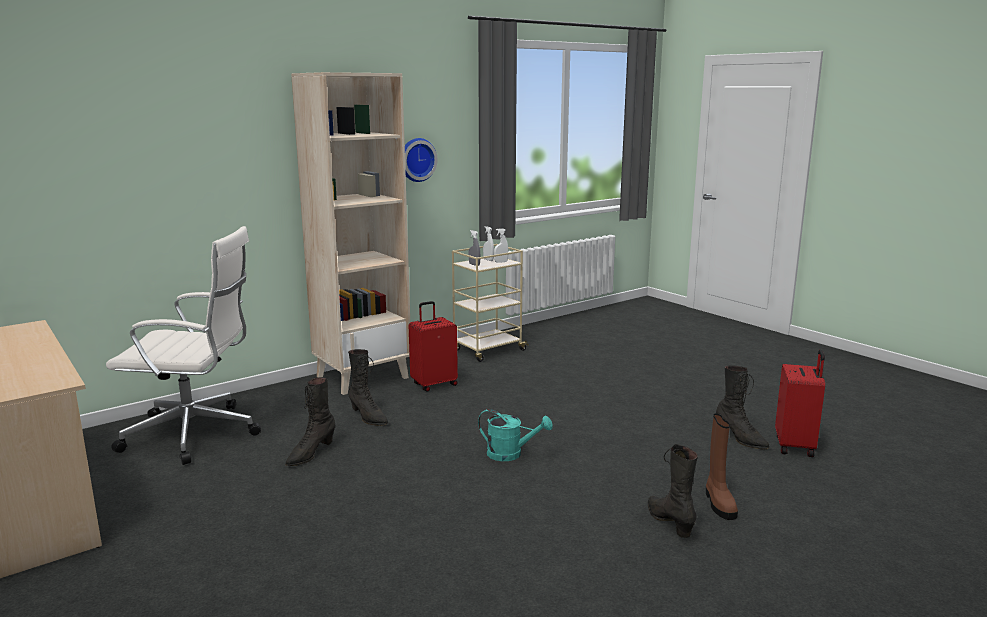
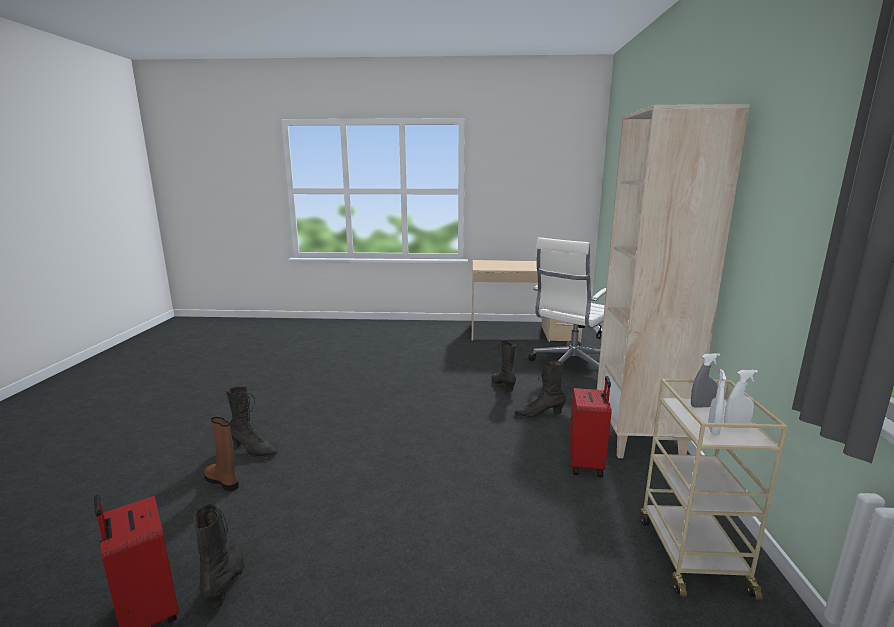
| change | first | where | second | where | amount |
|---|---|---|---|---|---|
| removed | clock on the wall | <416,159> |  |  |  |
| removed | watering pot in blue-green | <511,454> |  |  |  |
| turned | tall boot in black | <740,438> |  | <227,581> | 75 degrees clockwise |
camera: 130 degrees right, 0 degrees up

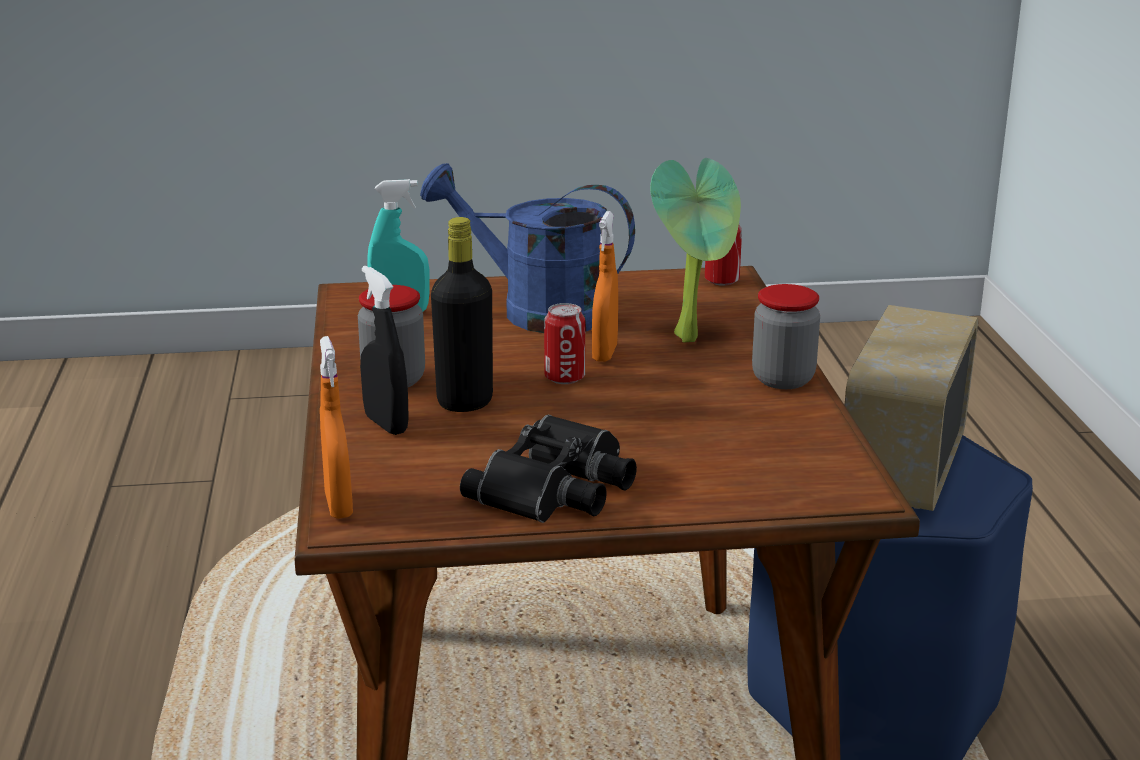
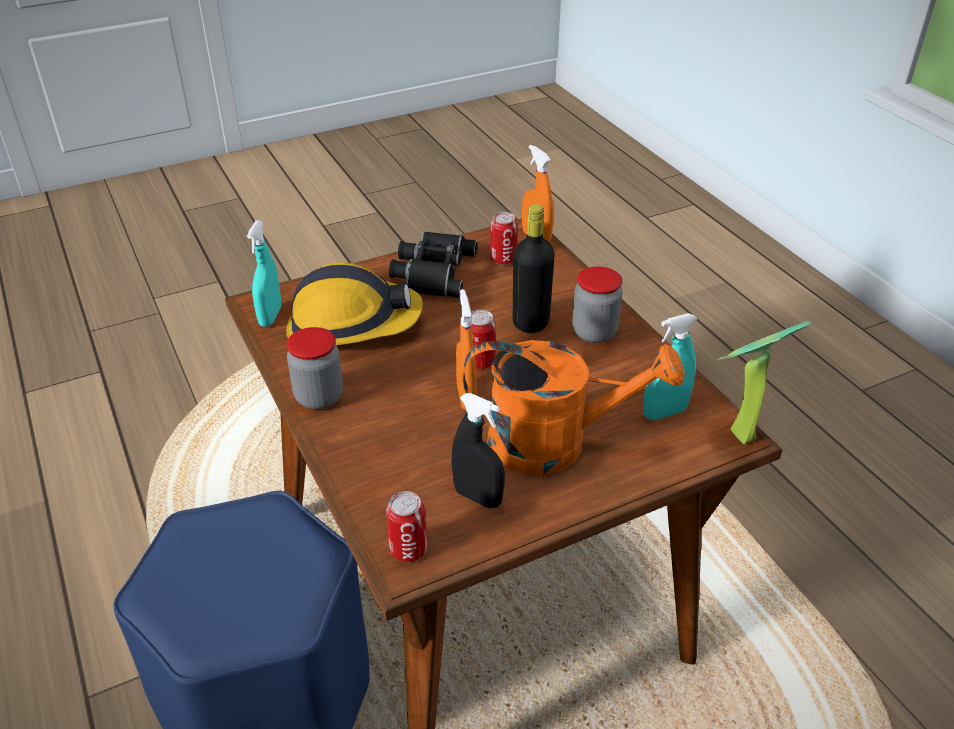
| change | first | where | second | where | amount |
|---|---|---|---|---|---|
| removed | radio set | <900,470> |  |  |  |
| added |  |  | hand sprayer in blue-green | <270,317> |  |
| added |  |  | safety helmet | <352,324> |  |
| added |  |  | can | <503,259> |  |
| moved | hand sprayer in black | <386,424> |  | <478,497> |  |
| moved | houseplant | <693,338> |  | <736,435> |  |
| recoloured | watering pot in bluish | <536,311> | watering pot in orange | <555,443> |  |
camera: 160 degrees right, 15 degrees up

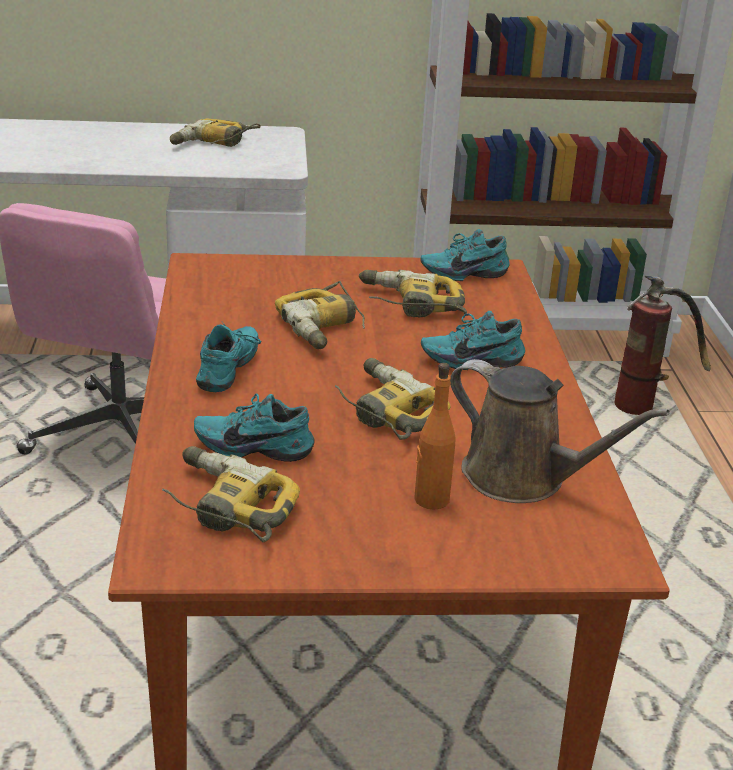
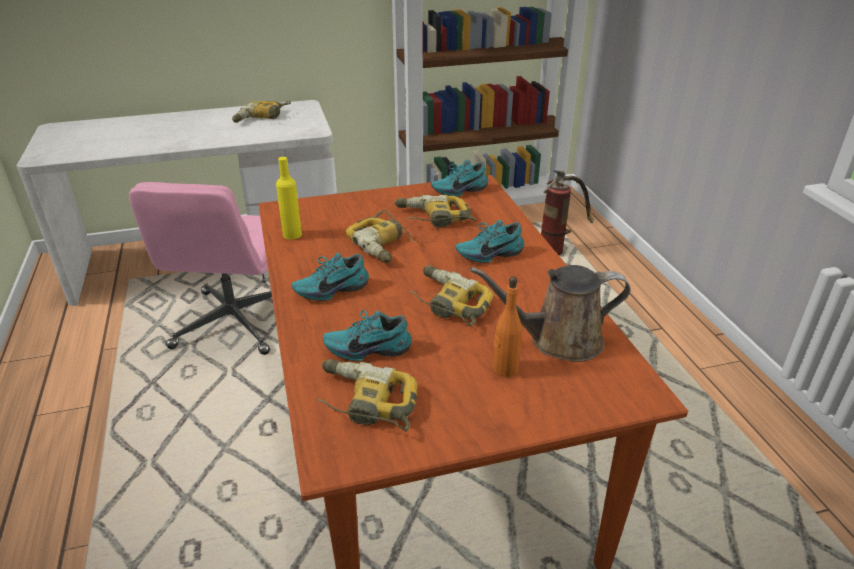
| change | first | where | second | where | amount |
|---|---|---|---|---|---|
| added |  |  | beverage bottle in yellow | <292,234> |  |
| turned | low shoe in blue-green | <231,371> |  | <331,289> | 120 degrees counterclockwise |
| turned | watering pot in brownish | <522,478> |  | <558,340> | 150 degrees clockwise |
camera: 10 degrees left, 5 degrees up

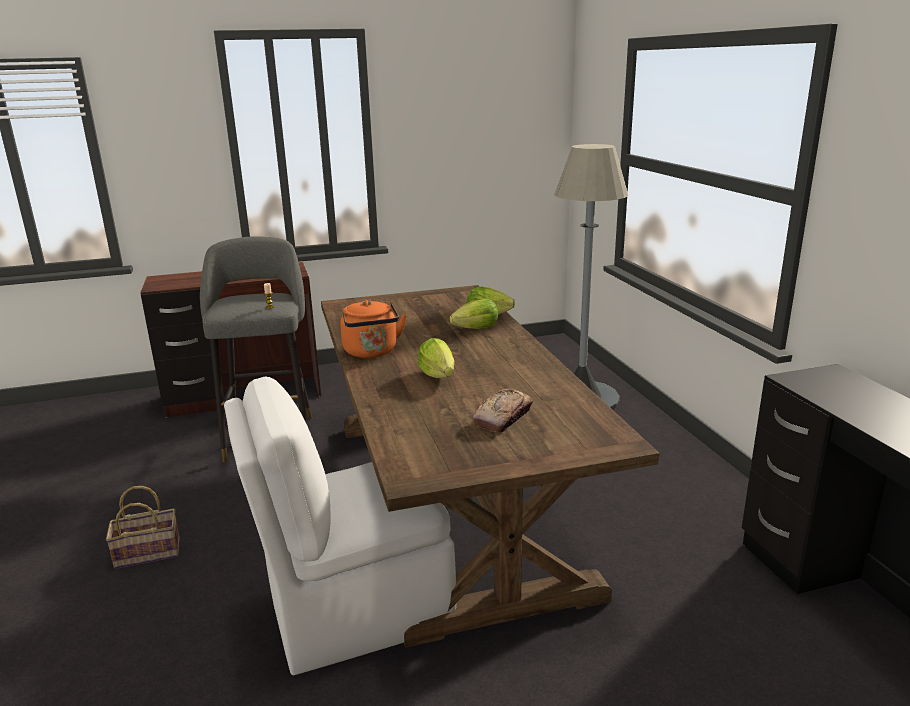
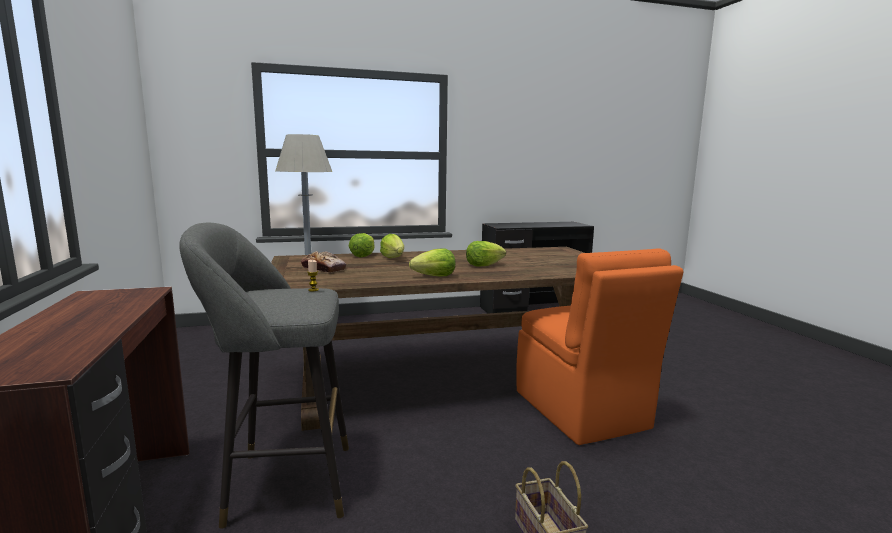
| change | first | where | second | where | amount |
|---|---|---|---|---|---|
| moved | baked bread | <503,417> |  | <323,269> |  |
| replaced | tea kettle in orange | <372,352> | lettuce head | <435,277> |  |
| recoloured | plain chair in white-coloured | <354,610> | plain chair in orange | <582,411> |  |
camera: 90 degrees left, 10 degrees down

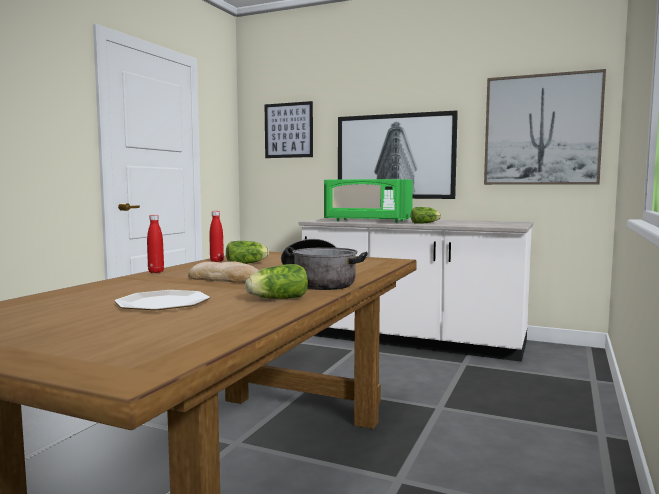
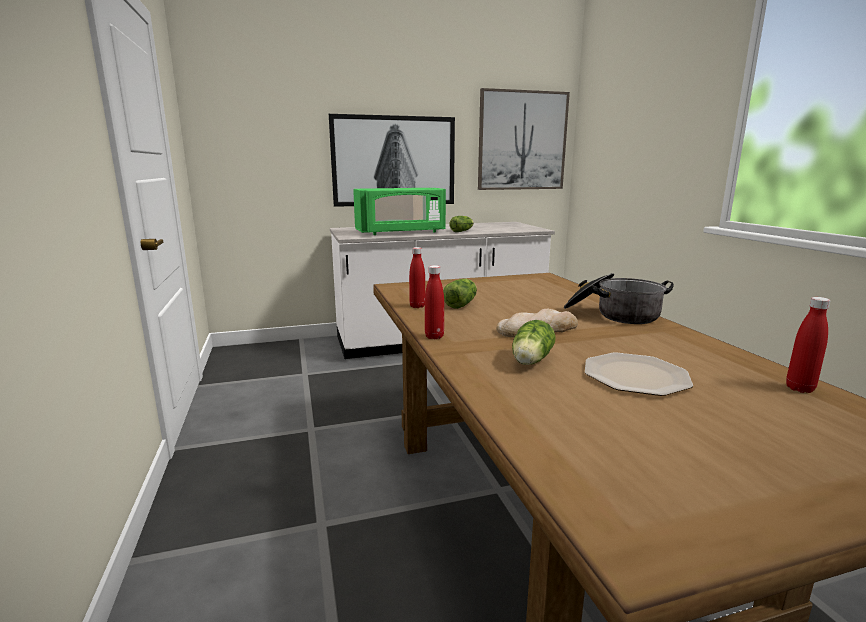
| change | first | where | second | where | amount |
|---|---|---|---|---|---|
| removed | wall art | <288,130> |  |  |  |
| added |  |  | beverage bottle in reddish | <799,388> |  |
| moved | lettuce head | <276,299> |  | <530,361> |  |
camera: 40 degrees left, 10 degrees up

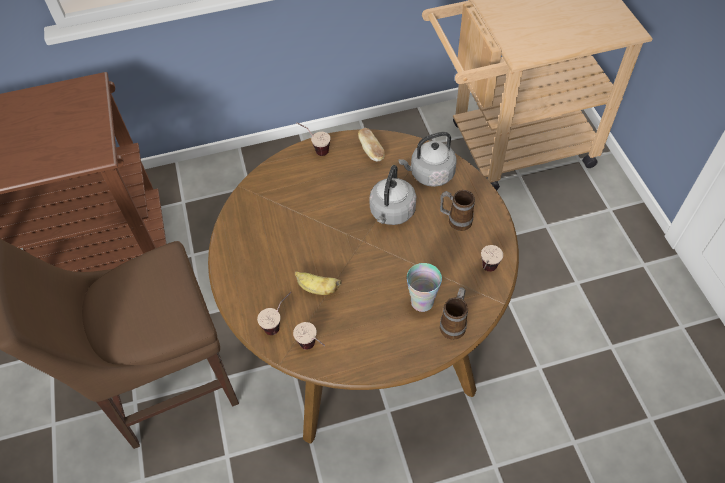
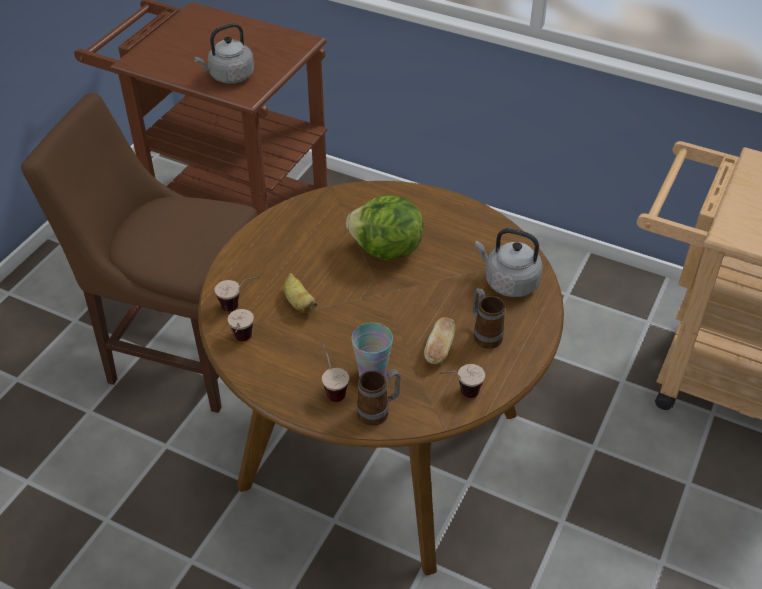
| change | first | where | second | where | amount |
|---|---|---|---|---|---|
| added |  |  | lettuce head | <386,250> |  |
| moved | small cup | <315,149> |  | <332,387> |  |
| moved | baked bread | <371,150> |  | <439,349> |  |
| moved | tea kettle in greyish | <391,213> |  | <229,76> |  |
camera: 40 degrees right, 10 degrees down

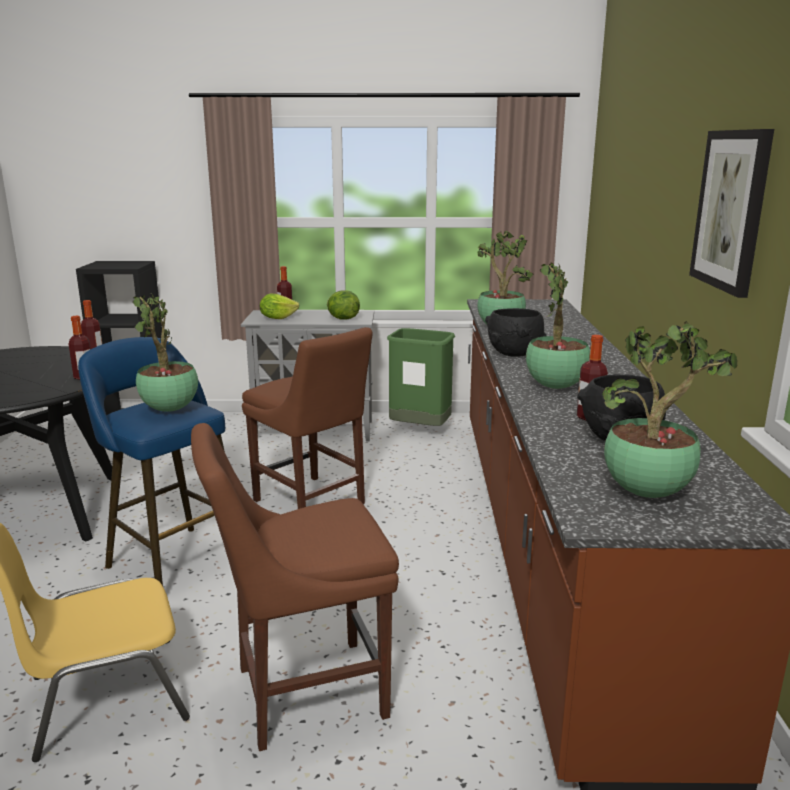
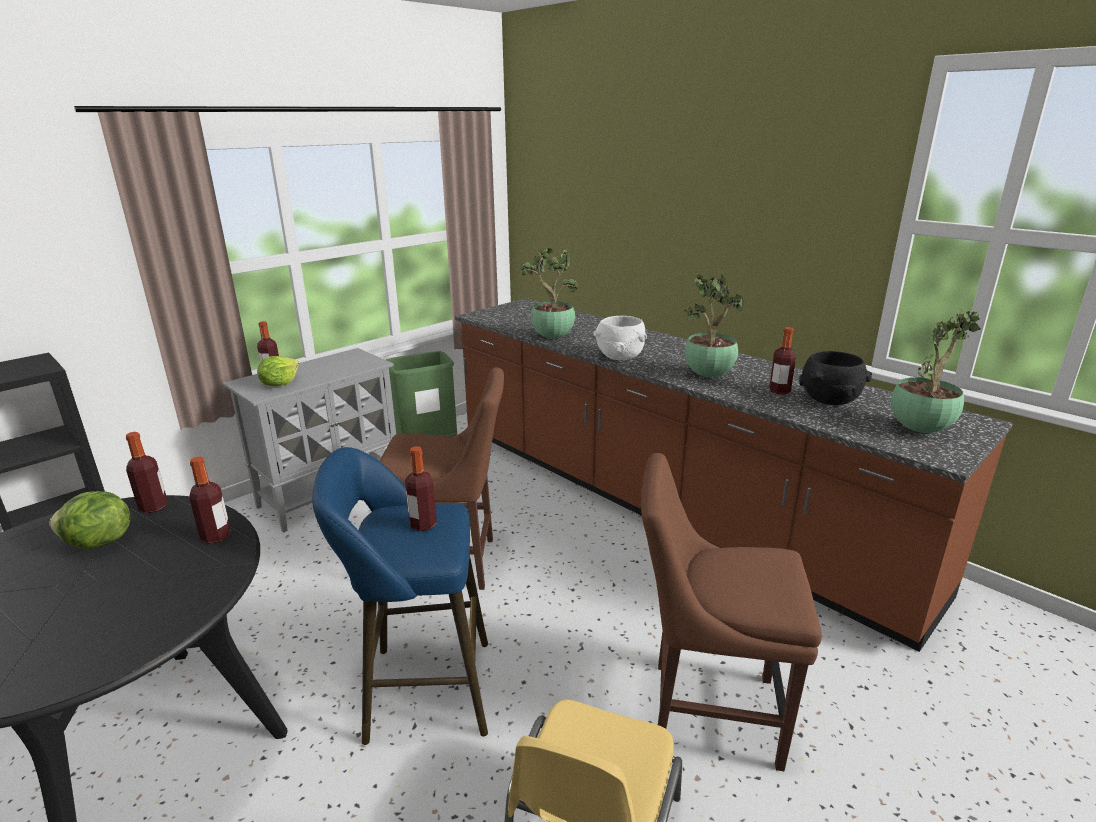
| change | first | where | second | where | amount |
|---|---|---|---|---|---|
| removed | wall art | <731,210> |  |  |  |
| moved | lettuce head | <342,319> |  | <98,543> |  |
| replaced | houseplant | <169,410> | beverage bottle | <423,524> |  |
| recoloured | bowl in black | <514,354> | bowl in white-coloured | <620,357> |  |
| turned | plain chair in brownish | <302,693> |  | <706,710> | 75 degrees clockwise |
camera: 45 degrees left, 5 degrees up

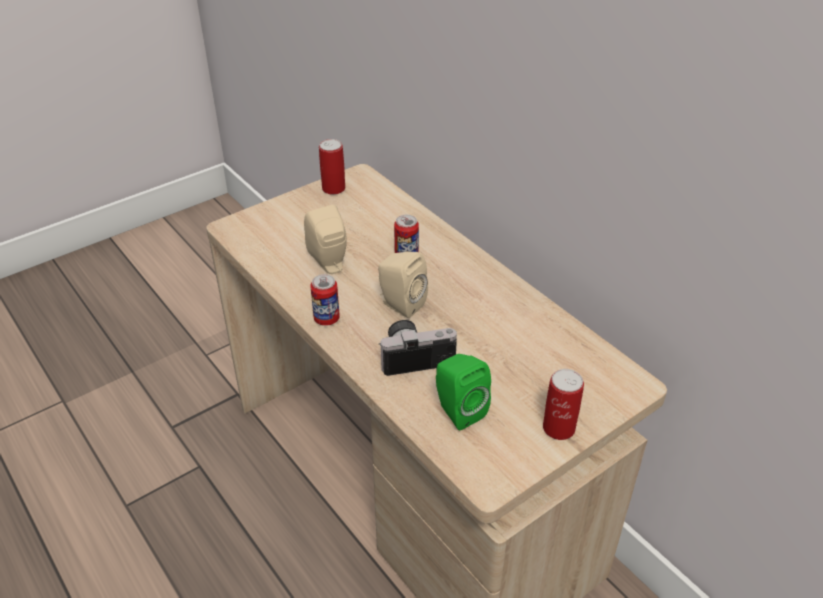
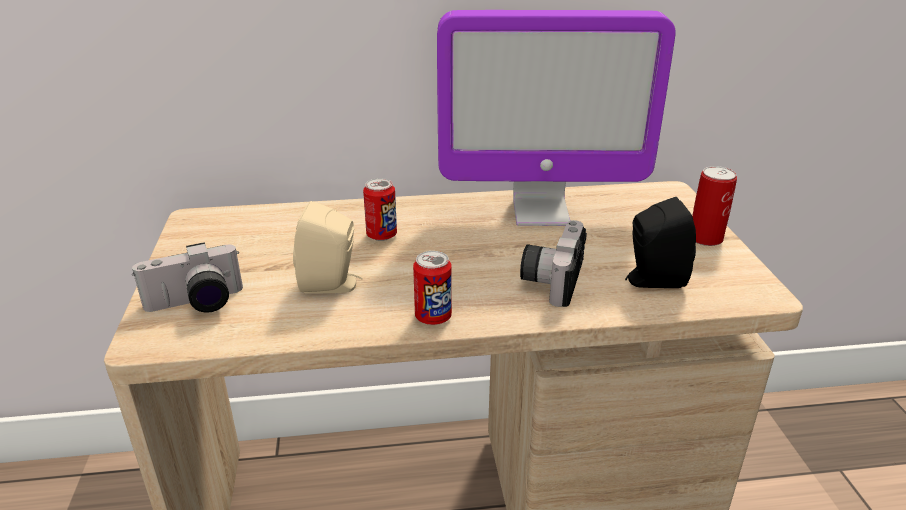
| change | first | where | second | where | amount |
|---|---|---|---|---|---|
| removed | can | <333,188> |  |  |  |
| removed | audio speaker in sand-coloured | <400,304> |  |  |  |
| added |  |  | still camera | <196,304> |  |
| added |  |  | computer display | <540,212> |  |
| recoloured | audio speaker in greenish | <457,410> | audio speaker in black | <652,280> |  |
camera: 60 degrees left, 10 degrees down

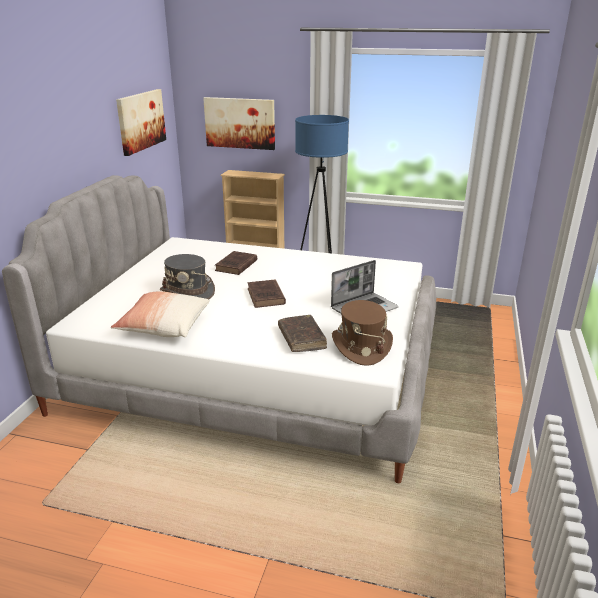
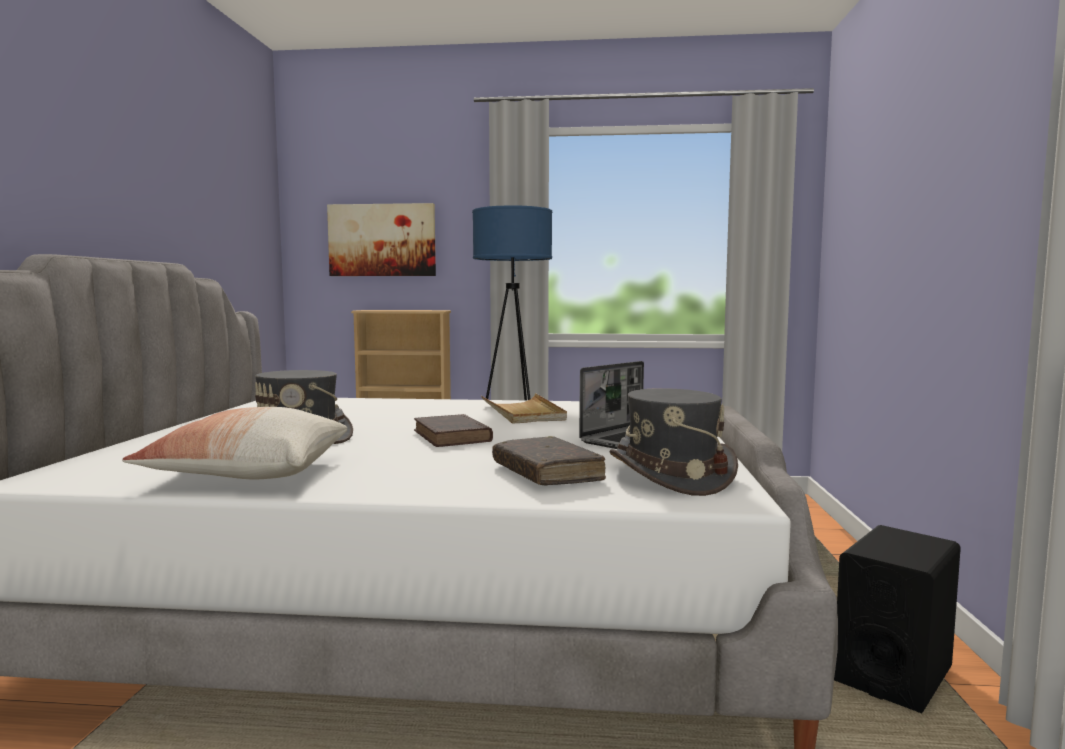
| change | first | where | second | where | amount |
|---|---|---|---|---|---|
| removed | wall art | <141,121> |  |  |  |
| removed | book in brownish | <236,266> |  |  |  |
| added |  |  | carrying tray in sand-coloured | <523,412> |  |
| added |  |  | audio speaker in black | <893,675> |  |
| recoloured | clothing hat in brownish | <361,346> | clothing hat in greyish | <671,476> |  |
camera: 10 degrees left, 20 degrees down

